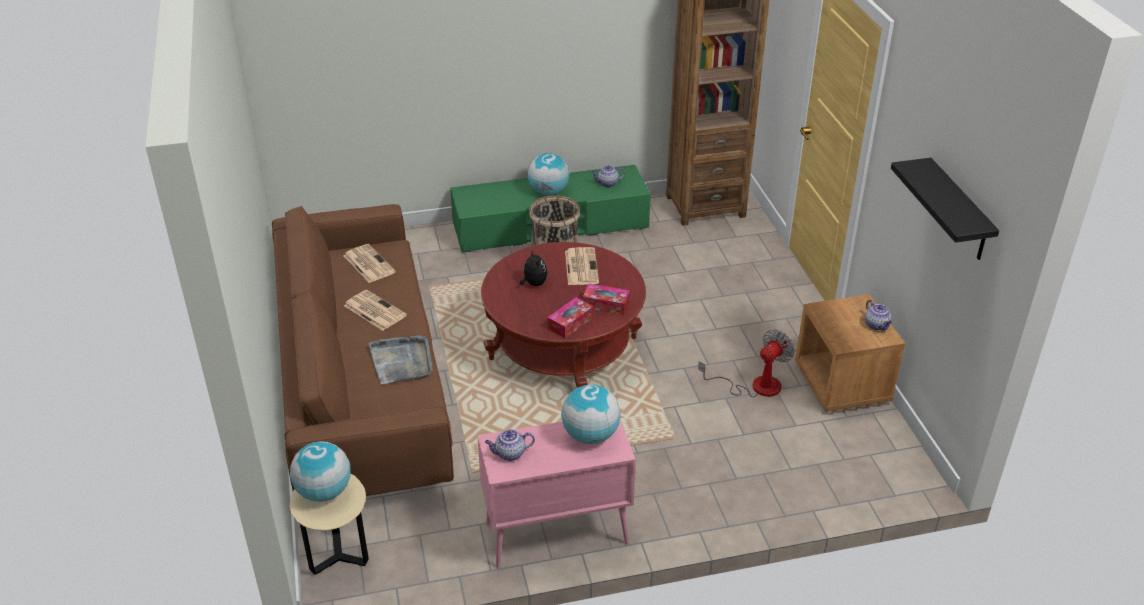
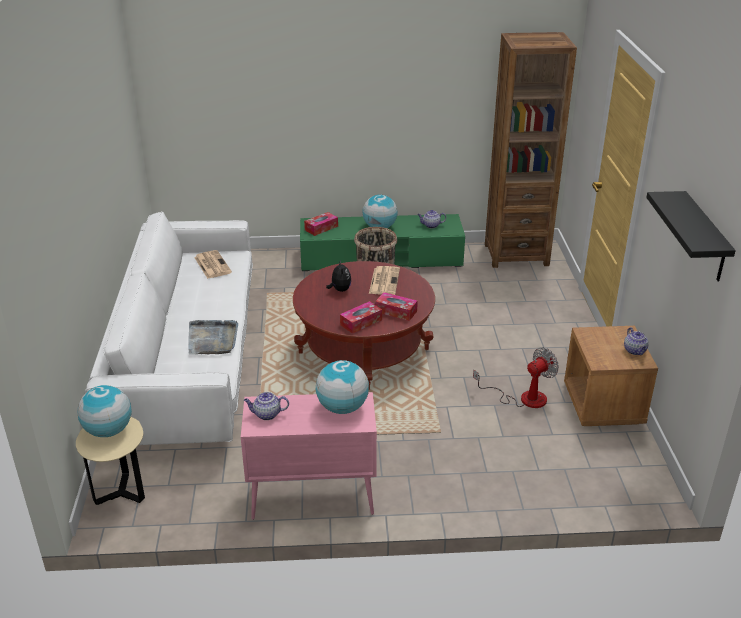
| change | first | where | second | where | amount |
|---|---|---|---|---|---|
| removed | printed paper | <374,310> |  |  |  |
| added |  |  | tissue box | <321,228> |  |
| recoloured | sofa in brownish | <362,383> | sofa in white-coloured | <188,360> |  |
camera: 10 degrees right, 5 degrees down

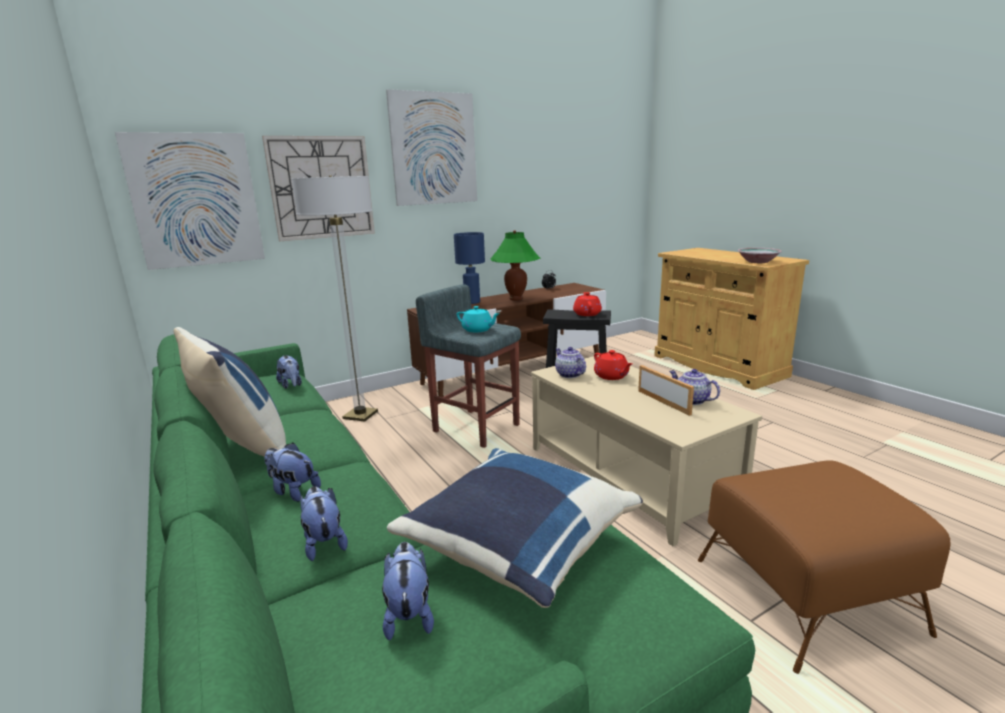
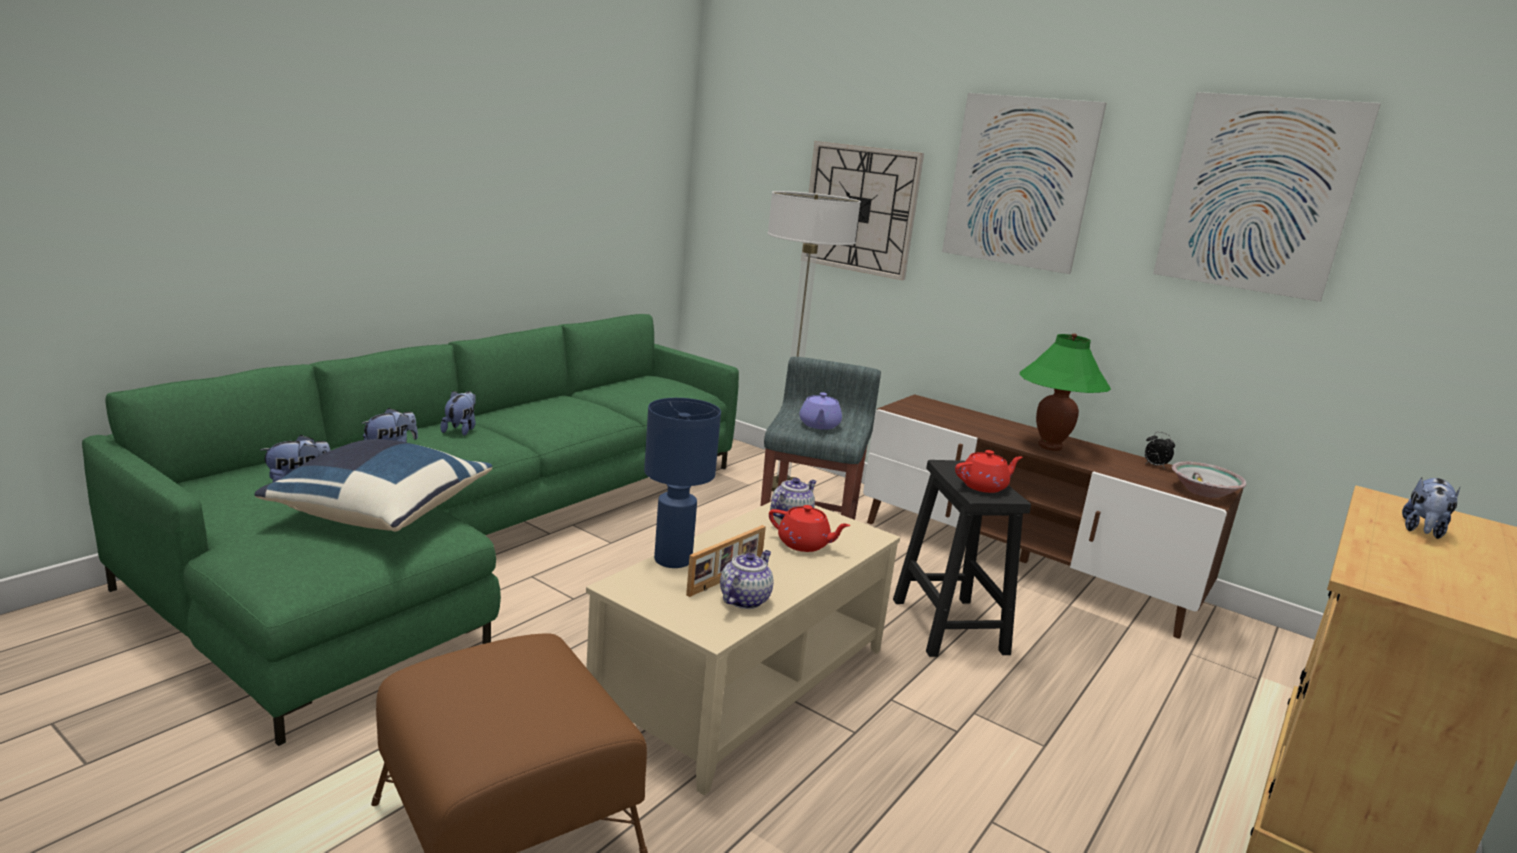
| change | first | where | second | where | amount |
|---|---|---|---|---|---|
| removed | cushion in bluish | <241,449> |  |  |  |
| moved | wall art | <196,200> |  | <1258,195> |  |
| moved | plush toy | <291,385> |  | <1422,531> |  |
| moved | tabletop lamp in bluish | <471,302> |  | <672,560> |  |
| moved | bowl | <757,262> |  | <1203,492> |  |
| recoloured | pot for tea in blue-green | <478,330> | pot for tea in purple-coloured | <819,425> |  |
| turned | pot for tea in reddish | <611,376> |  | <804,544> | 105 degrees counterclockwise |
camera: 65 degrees right, 0 degrees up

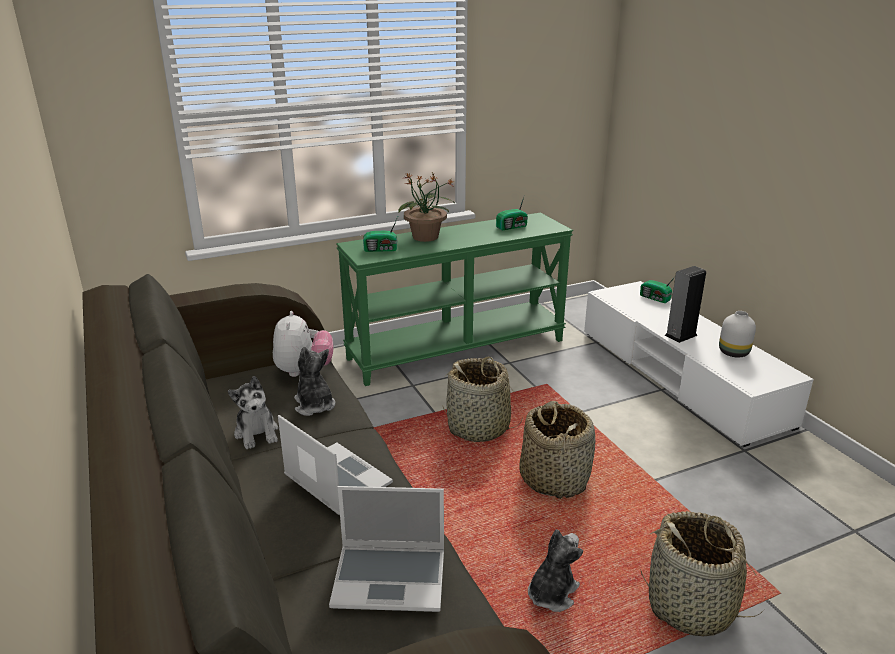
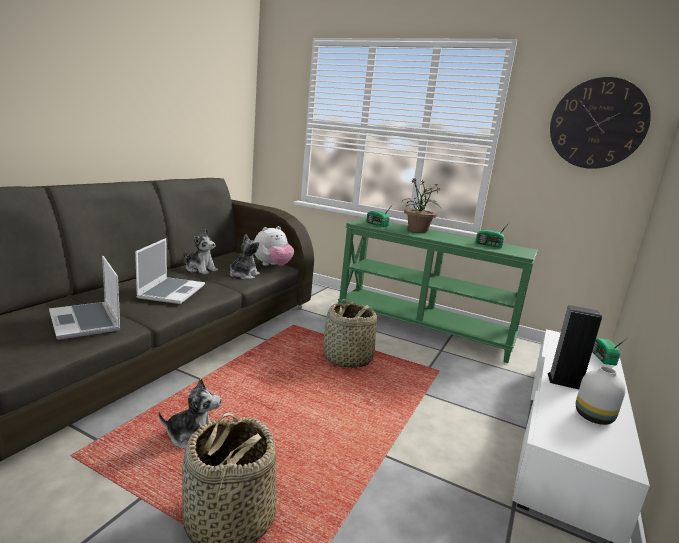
| change | first | where | second | where | amount |
|---|---|---|---|---|---|
| removed | basket | <554,478> |  |  |  |
| added |  |  | clock on the wall | <597,124> |  |
| turned | plush toy | <257,433> |  | <200,269> | 90 degrees counterclockwise |
camera: 50 degrees right, 10 degrees down

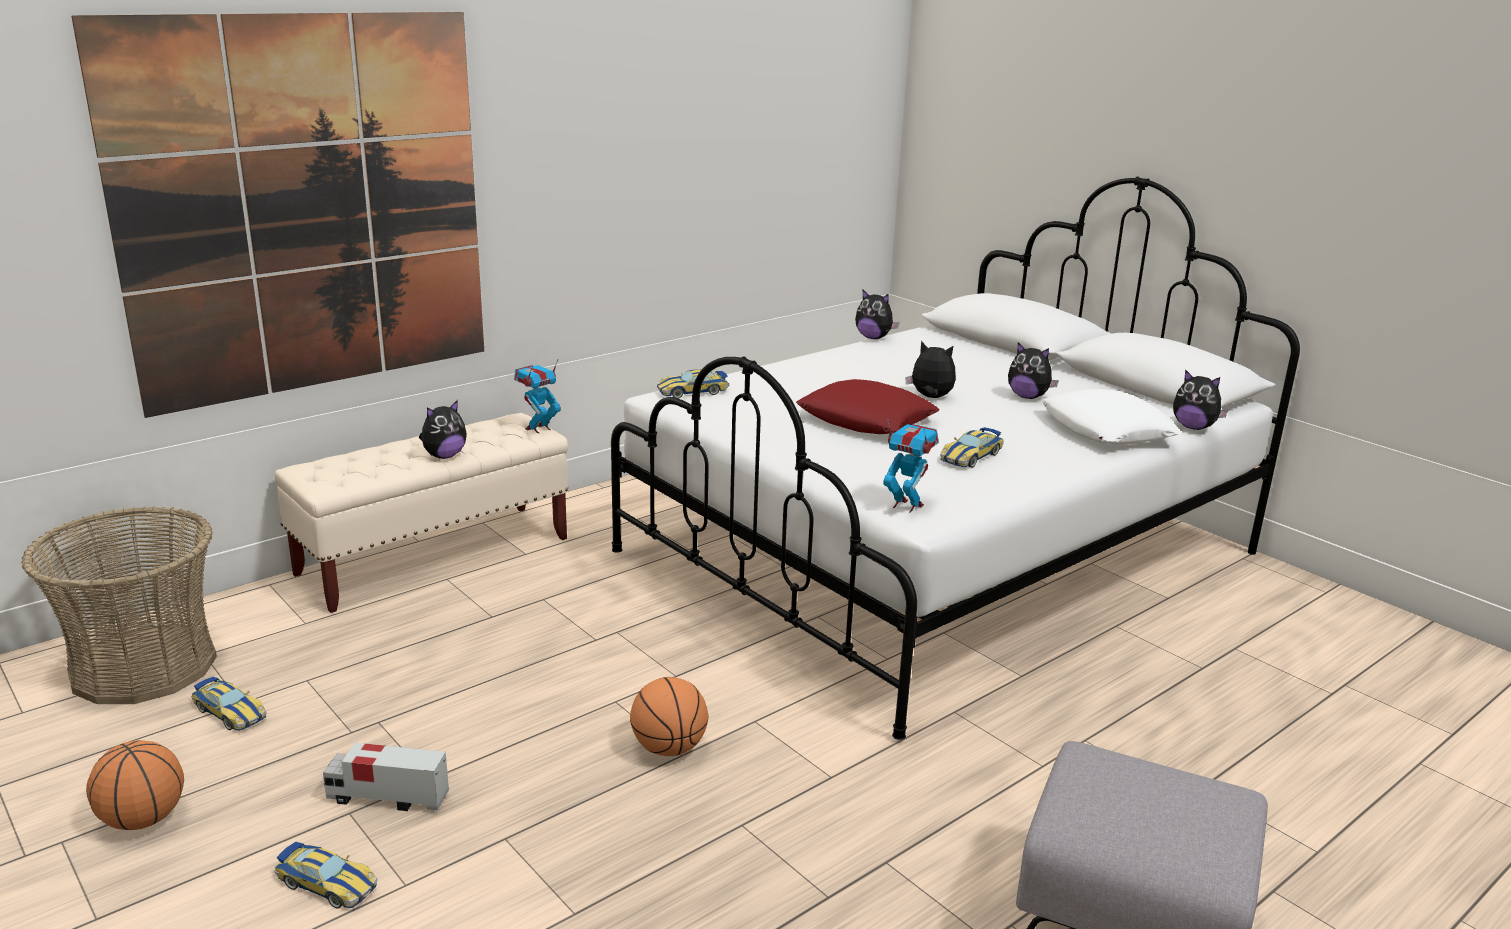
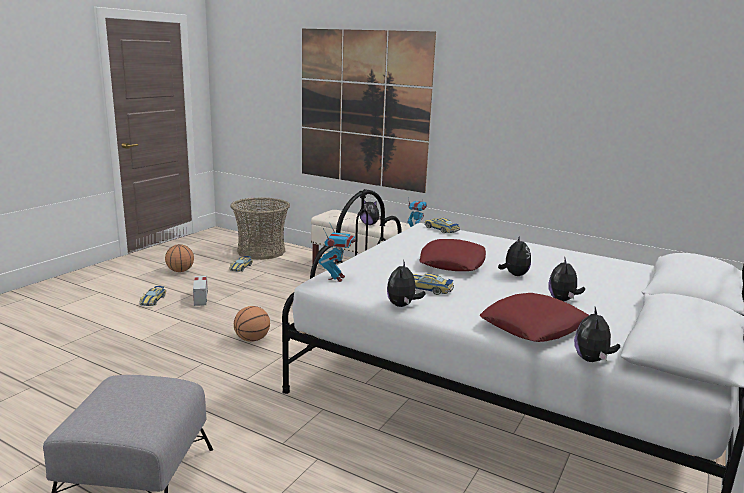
| change | first | where | second | where | amount |
|---|---|---|---|---|---|
| moved | plush toy | <873,338> |  | <402,305> |  |
| recoloured | cushion in white-coloured | <1107,429> | cushion in reddish | <533,326> |  |
camera: 70 degrees right, 5 degrees down

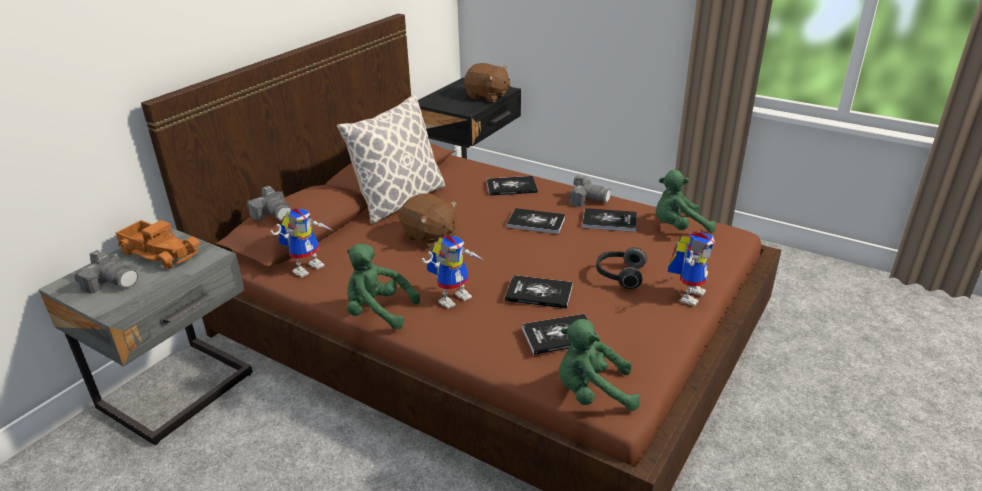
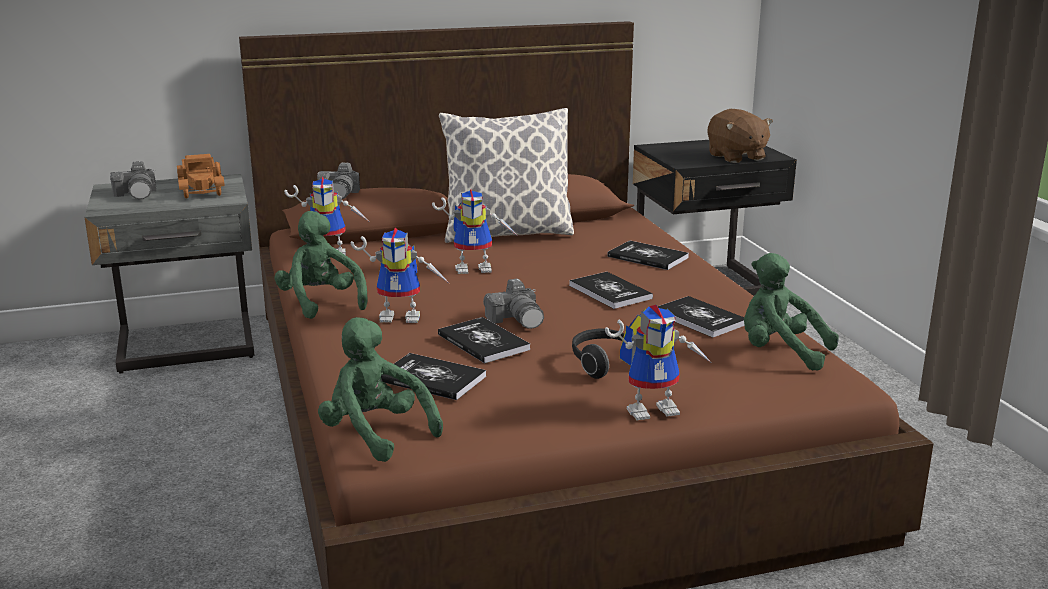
| change | first | where | second | where | amount |
|---|---|---|---|---|---|
| moved | still camera | <587,200> |  | <517,319> |  |
| replaced | plush toy in brownish | <429,237> | toy robot | <476,268> |  |
camera: 40 degrees right, 10 degrees down

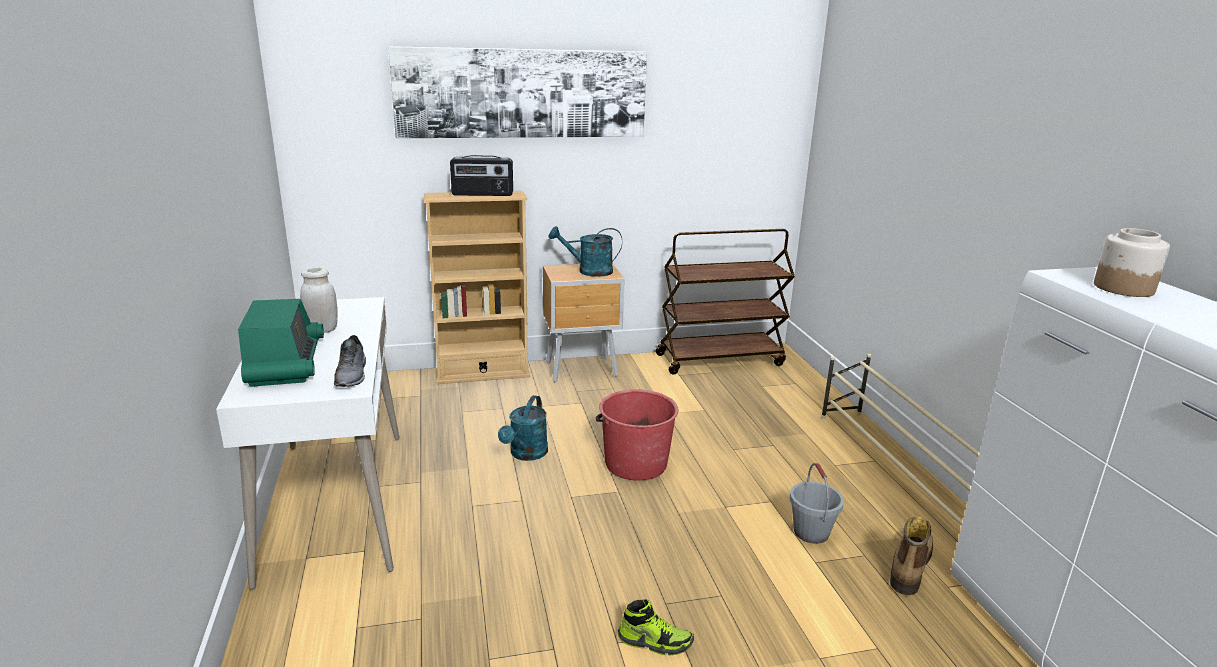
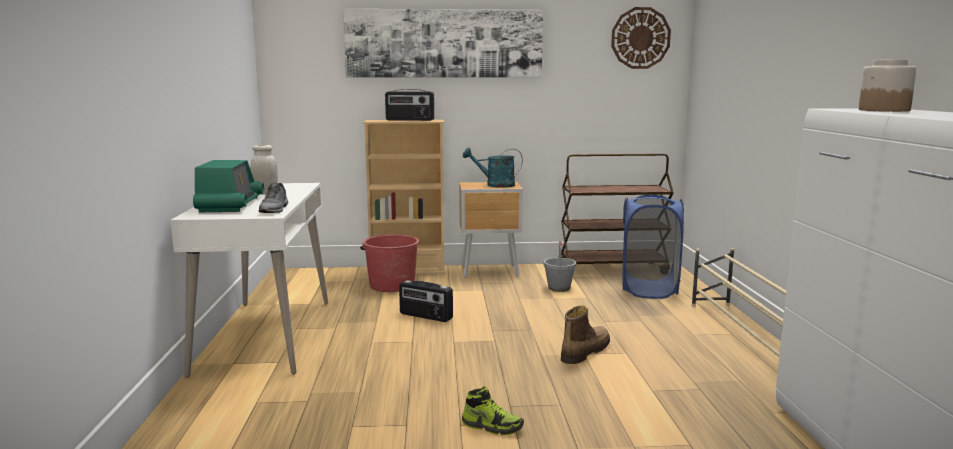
| change | first | where | second | where | amount |
|---|---|---|---|---|---|
| added |  |  | clock on the wall | <640,38> |  |
| added |  |  | laundry basket in bluish | <649,289> |  |
| moved | pail in reddish | <635,463> |  | <391,285> |  |
| moved | pail in greyish | <811,533> |  | <559,288> |  |
| moved | tall boot | <909,566> |  | <584,352> |  |
| replaced | watering pot in blue-green | <526,454> | radio set | <425,316> |  |
camera: 10 degrees right, 10 degrees down

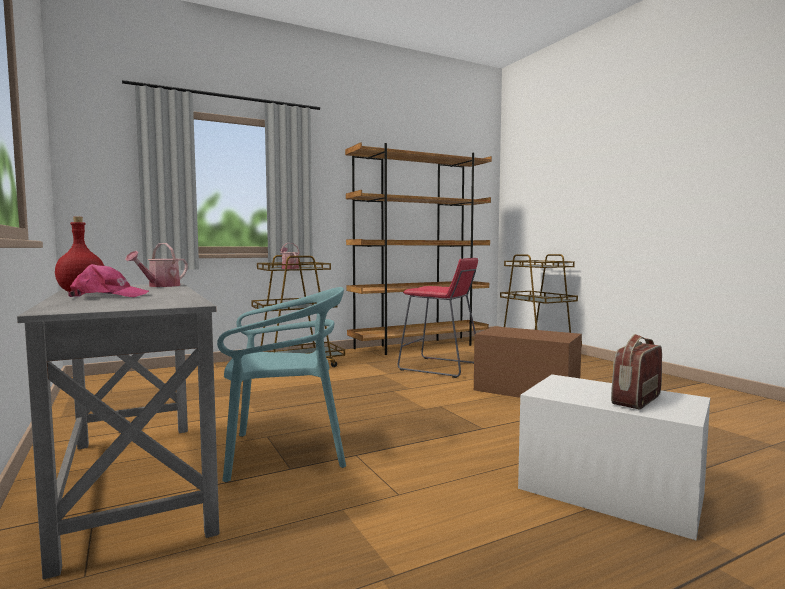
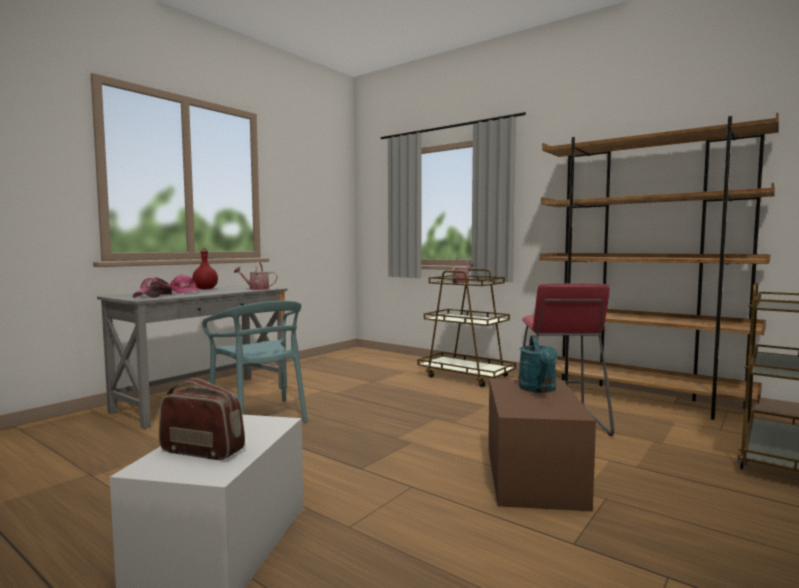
| change | first | where | second | where | amount |
|---|---|---|---|---|---|
| added |  |  | cap | <153,296> |  |
| added |  |  | watering pot in blue-green | <539,389> |  |
camera: 65 degrees right, 0 degrees up

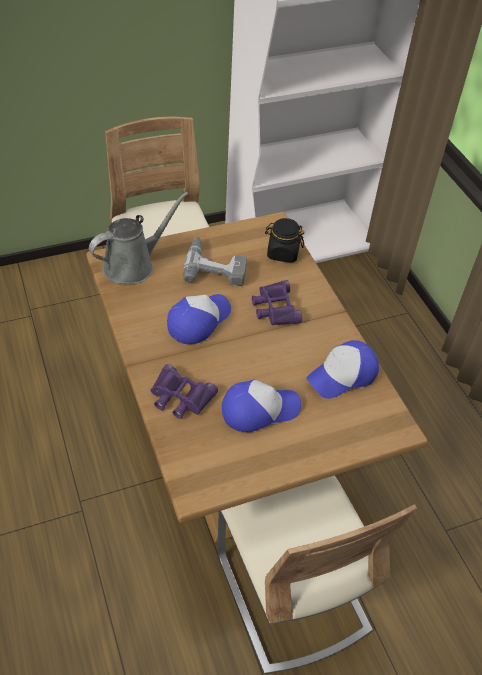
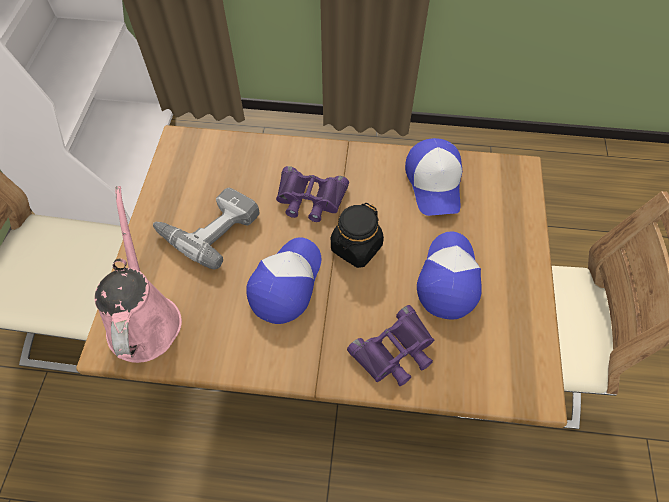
| change | first | where | second | where | amount |
|---|---|---|---|---|---|
| moved | preserve jar in black | <282,253> |  | <356,247> |  |
| recoloured | watering pot in greyish | <133,265> | watering pot in pinkish | <144,318> |  |
| turned | cap | <198,321> |  | <286,283> | 45 degrees clockwise |
camera: 60 degrees left, 10 degrees up

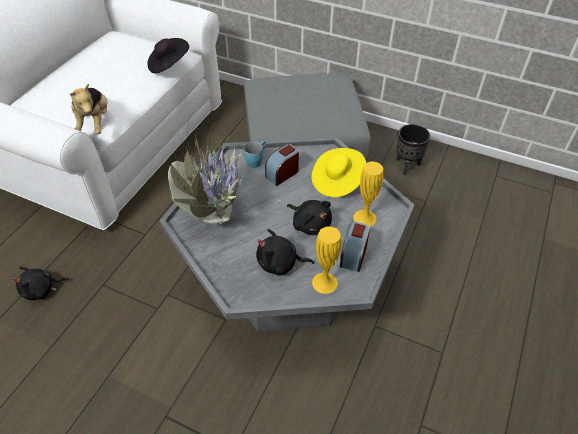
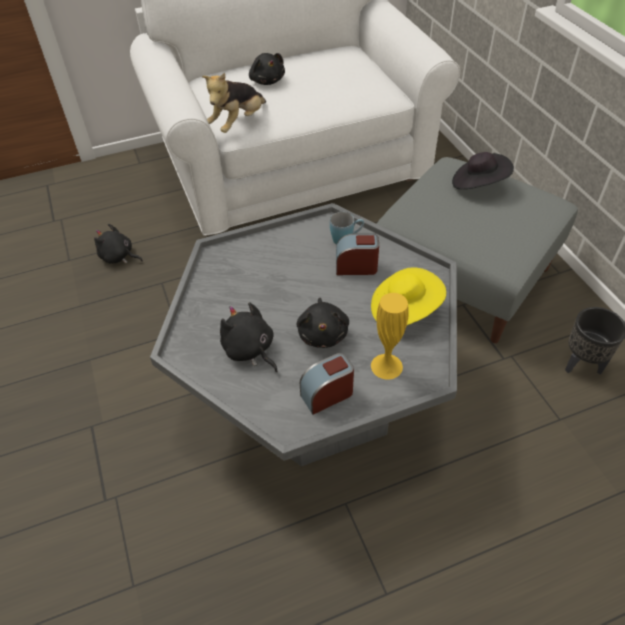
| change | first | where | second | where | amount |
|---|---|---|---|---|---|
| removed | houseplant | <216,215> |  |  |  |
| removed | flower vase in yellow | <324,283> |  |  |  |
| added |  |  | plush toy in black | <267,80> |  |
| moved | clothing hat in black | <168,65> |  | <478,184> |  |
camera: 45 degrees right, 0 degrees up

